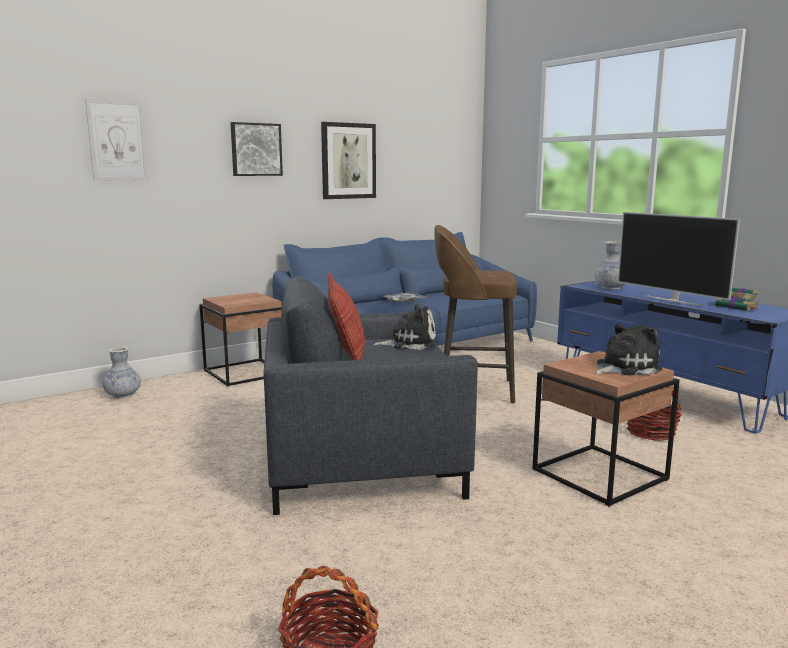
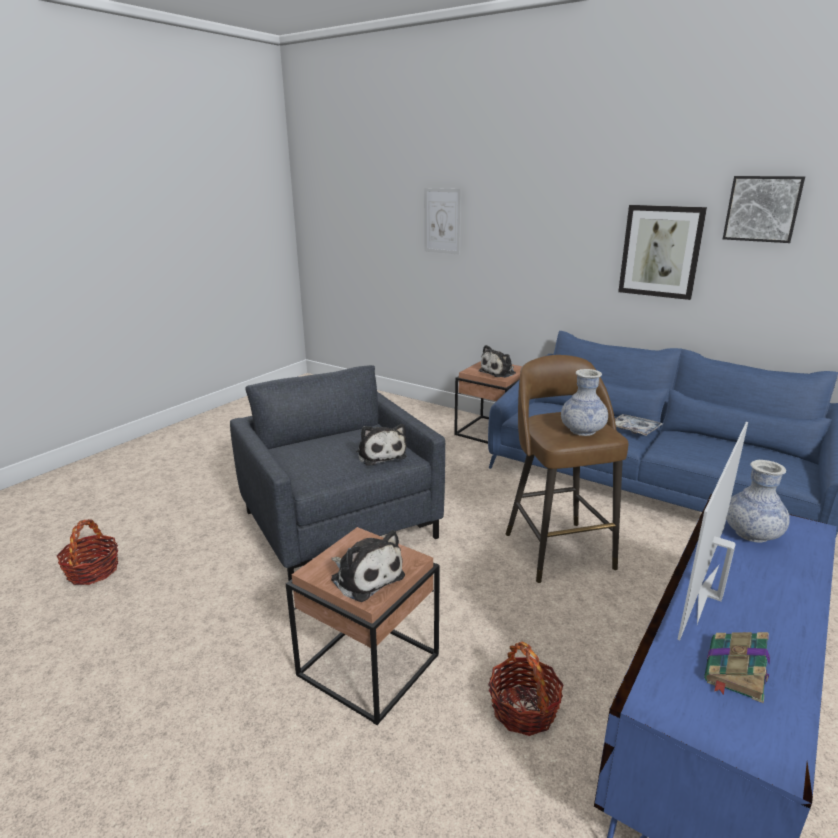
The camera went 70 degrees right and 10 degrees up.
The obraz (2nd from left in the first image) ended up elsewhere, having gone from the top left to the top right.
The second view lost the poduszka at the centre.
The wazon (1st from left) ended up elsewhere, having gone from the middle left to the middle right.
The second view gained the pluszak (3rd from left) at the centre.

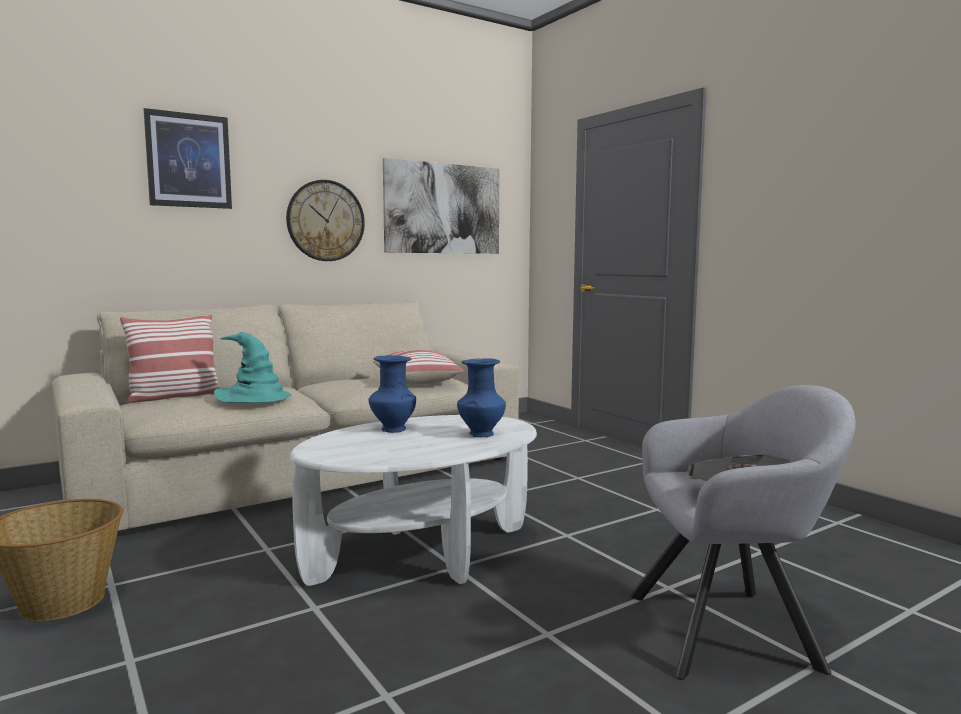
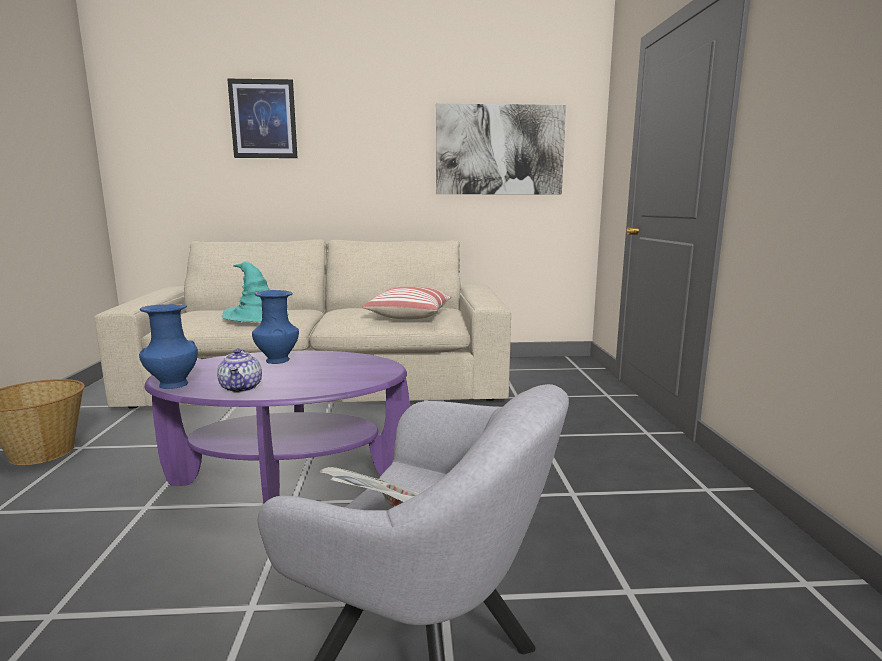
The camera went 30 degrees right and 5 degrees up.
The second view lost the zegar ścienny at the top centre.
The second view lost the poduszka (1st from left) at the middle left.
The wazon [niebieski] (2nd from left in the first image) ended up elsewhere, having gone from the centre to the middle left.
What was the ława [biały] at the bottom centre turned into the ława [fioletowy] at the middle left.
The second view gained the imbryk at the middle left.

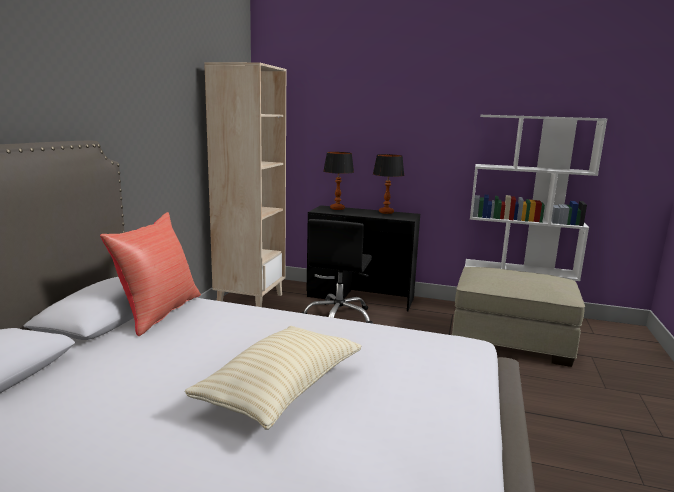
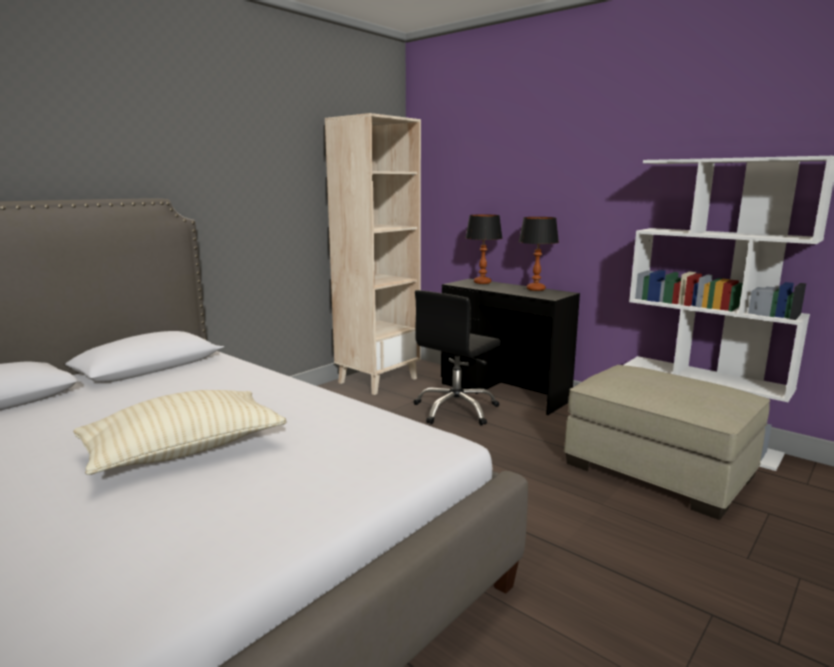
The camera went 25 degrees right and 0 degrees up.
The second view lost the poduszka [czerwony] at the middle left.

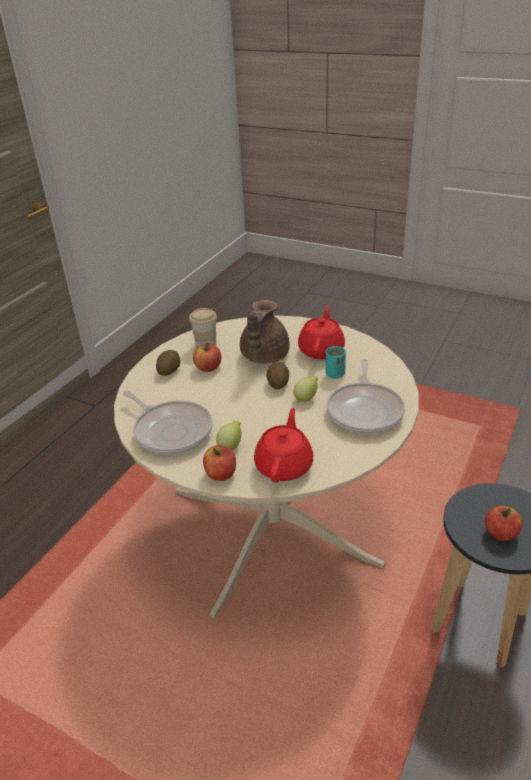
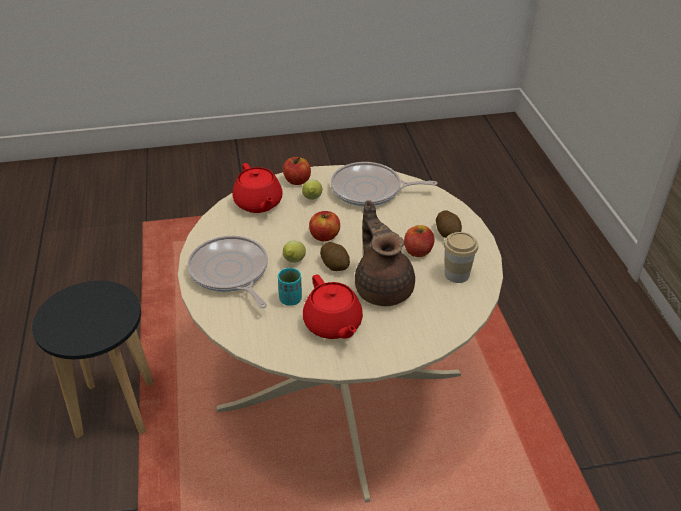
The camera went 140 degrees right and 5 degrees up.
The jabłko (3rd from left in the first image) ended up elsewhere, having gone from the bottom right to the centre.

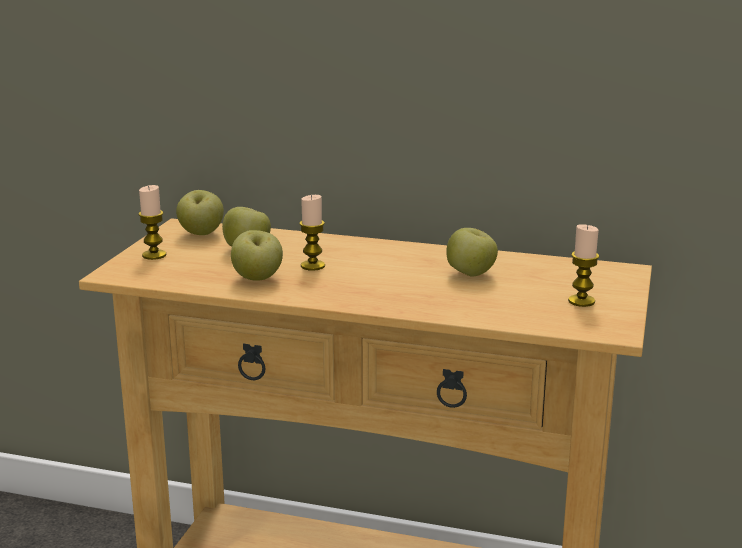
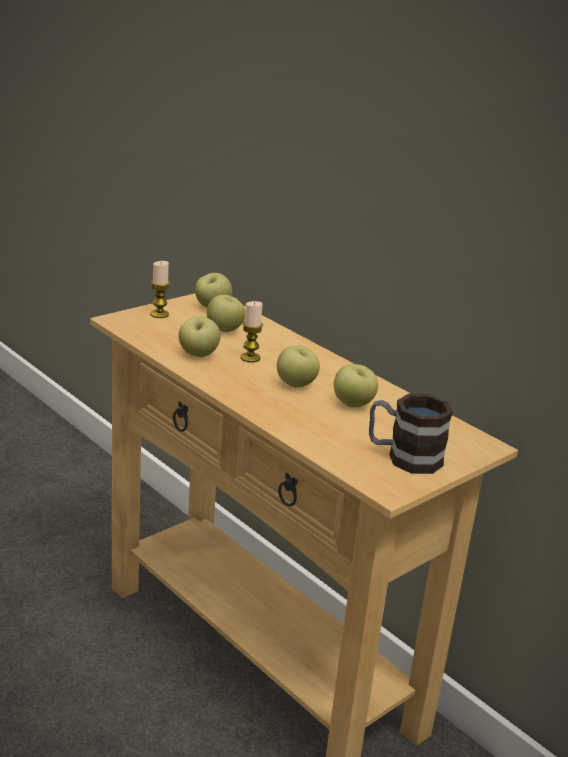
The camera went 30 degrees right and 5 degrees up.
Where the świeca (3rd from left) stood at the middle right, the kubek came to stand at the middle right.
The second view gained the jabłko (4th from left) at the centre.

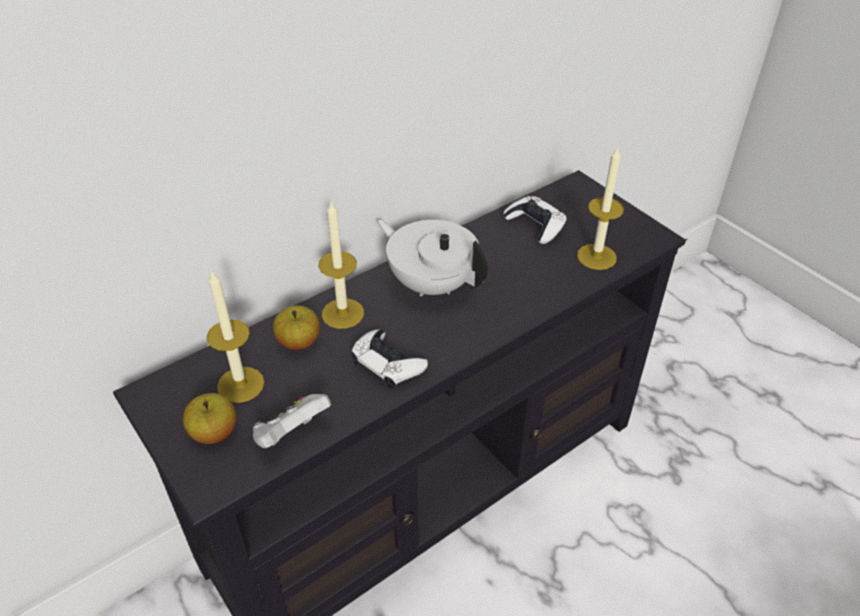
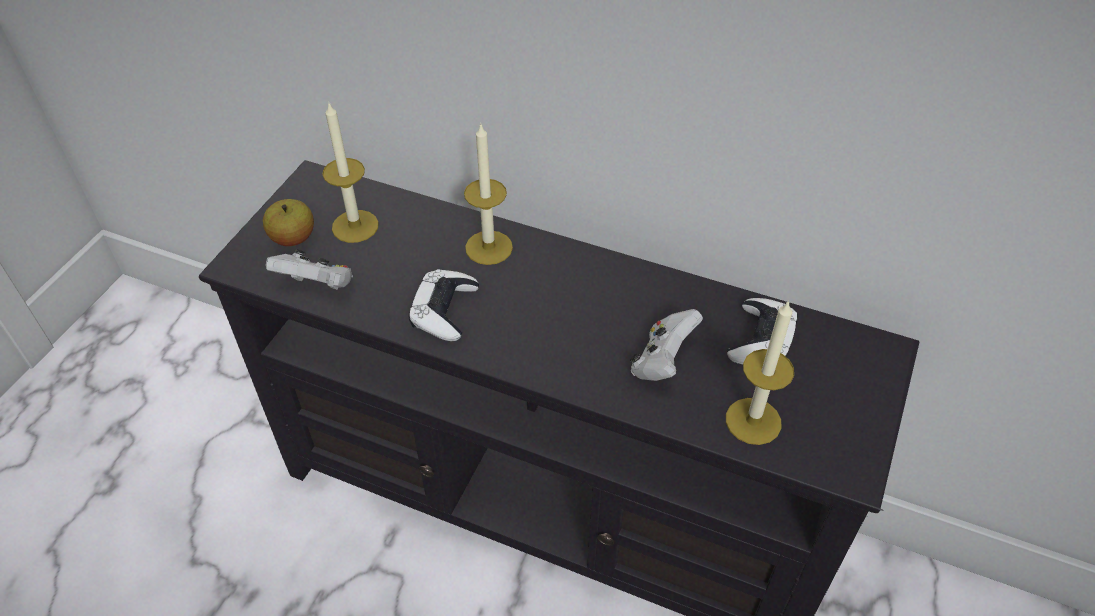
The camera went 60 degrees right and 5 degrees up.
The second view lost the imbryk [biały] at the centre.
The second view lost the jabłko (2nd from left) at the centre.
The second view gained the pad do gier [biały] (3rd from left) at the centre.

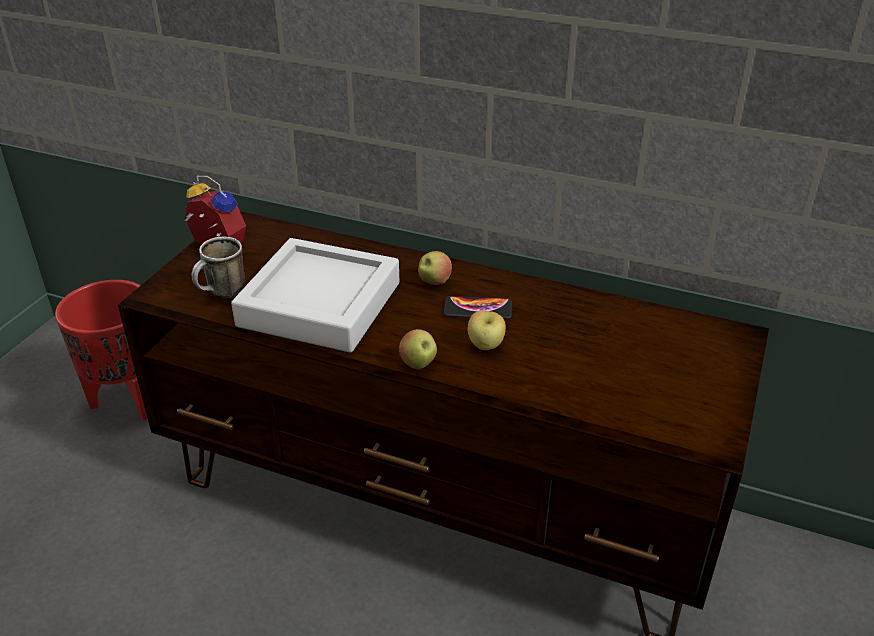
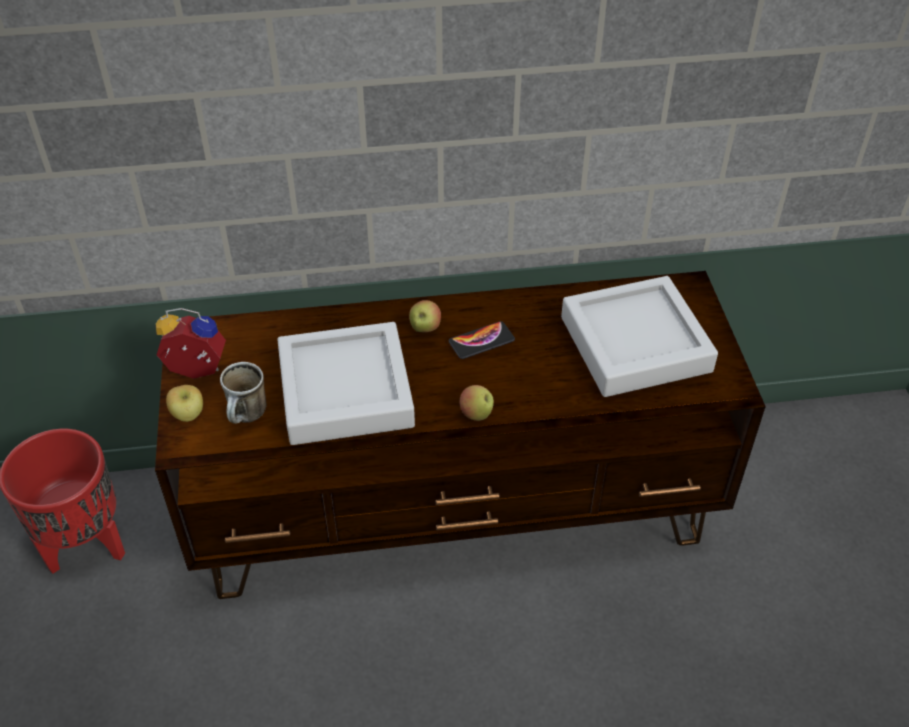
The camera went 30 degrees left and 10 degrees up.
The jabłko (3rd from left in the first image) ended up elsewhere, having gone from the centre to the middle left.
The second view gained the taca [szary] (2nd from left) at the middle right.

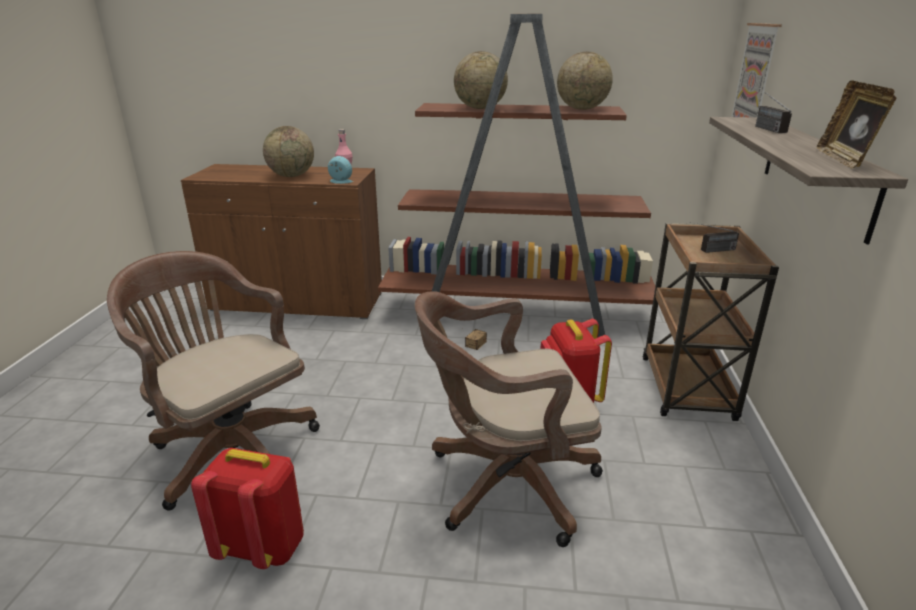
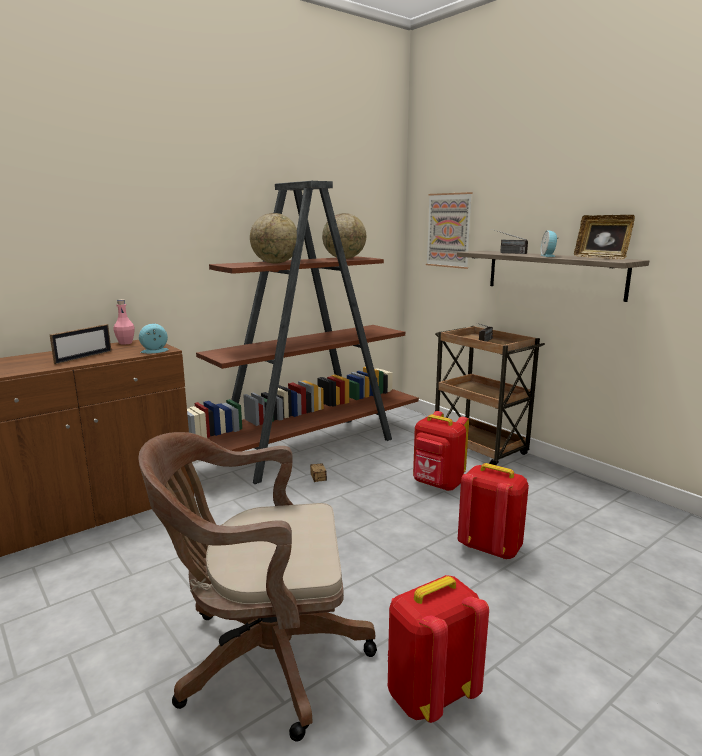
The camera went 45 degrees left and 10 degrees down.
Where the globus (1st from left) stood at the top left, the ramka na zdjęcie (1st from left) came to stand at the middle left.
Where the krzesło biurowe [brązowy] (2nd from left) stood at the bottom centre, the plecak [czerwony] (3rd from left) came to stand at the bottom right.
The second view gained the budzik (2nd from left) at the top right.

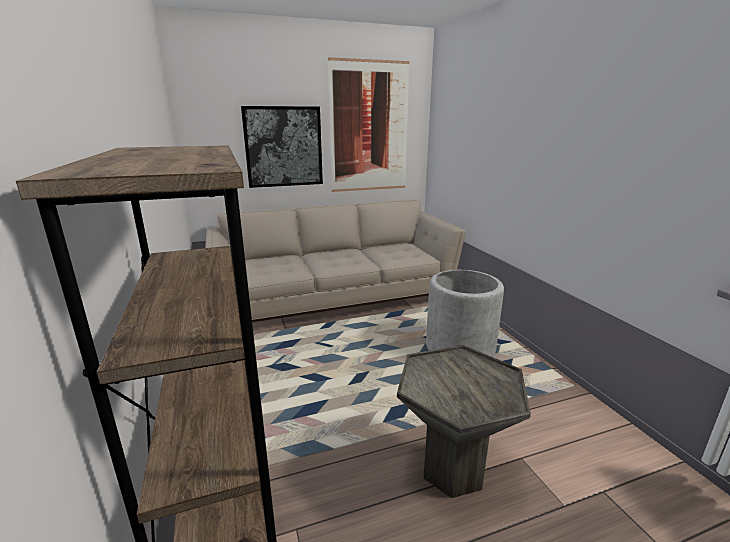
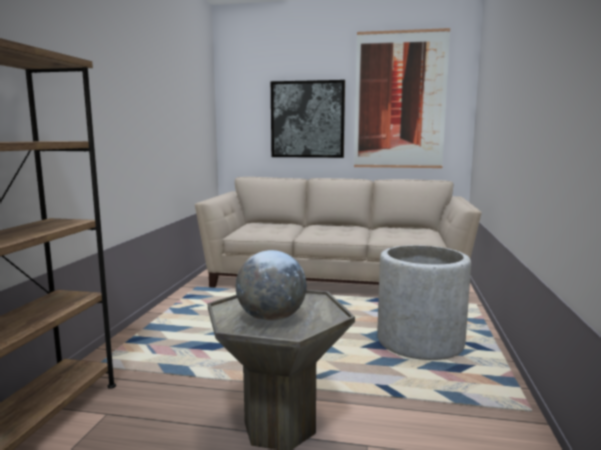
The camera went 30 degrees right and 10 degrees down.
The second view gained the globus at the centre.

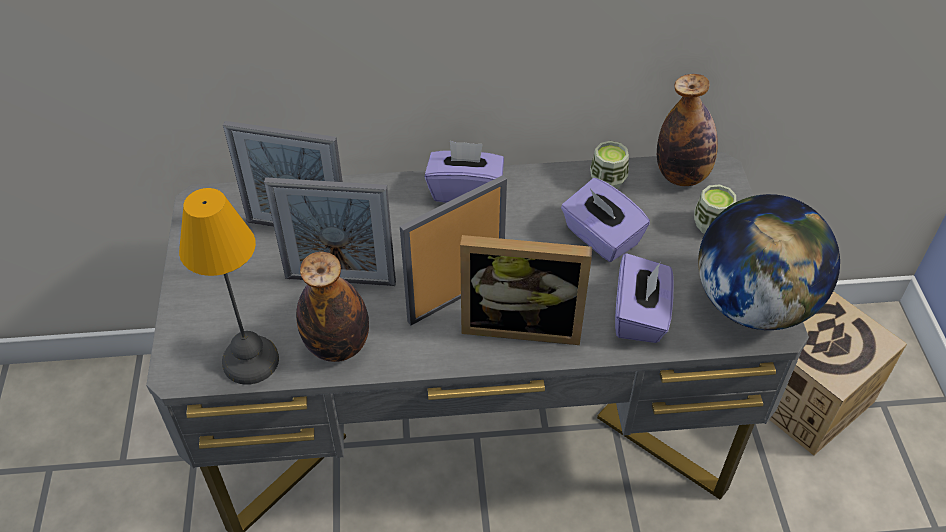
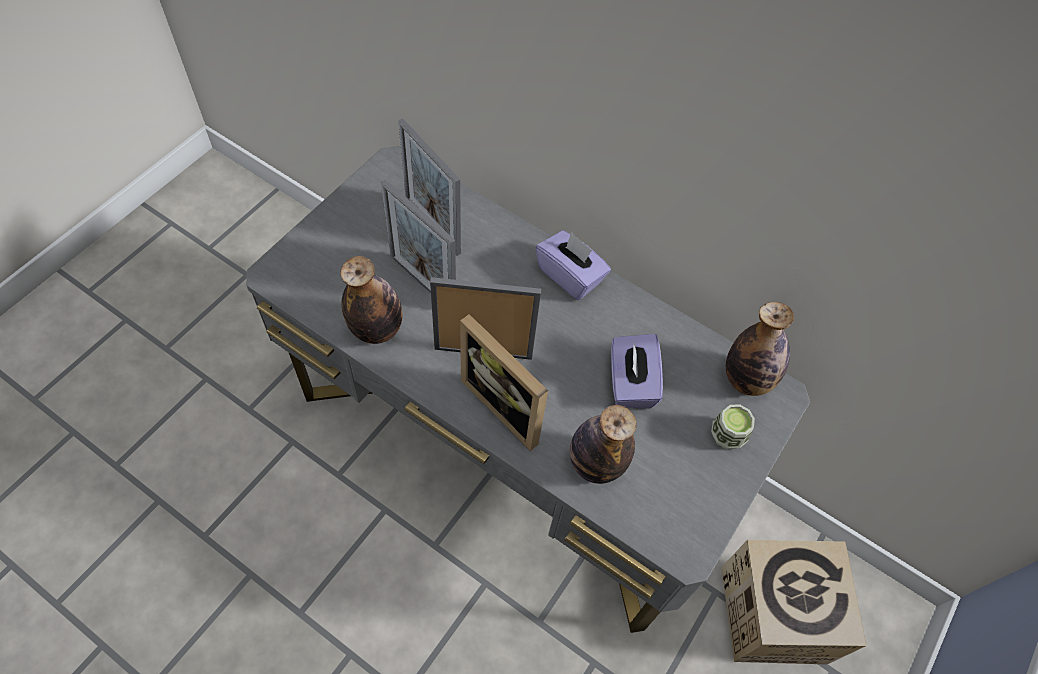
The camera went 35 degrees right and 10 degrees up.
The second view lost the filiżanka (1st from left) at the top centre.
The second view lost the lampa stołowa at the middle left.
The second view lost the globus at the middle right.
Where the pudełko chusteczek [fioletowy] (3rd from left) stood at the middle right, the butelka (2nd from left) came to stand at the centre.

